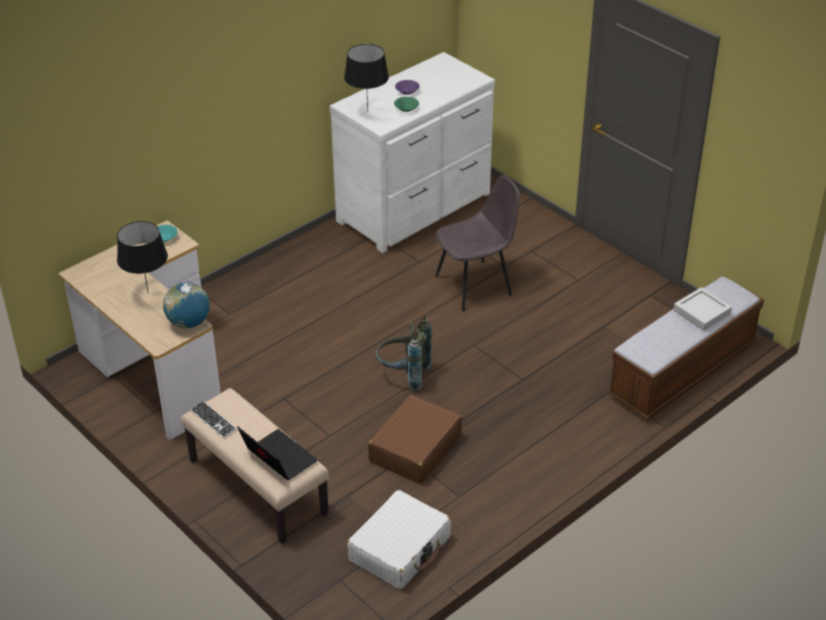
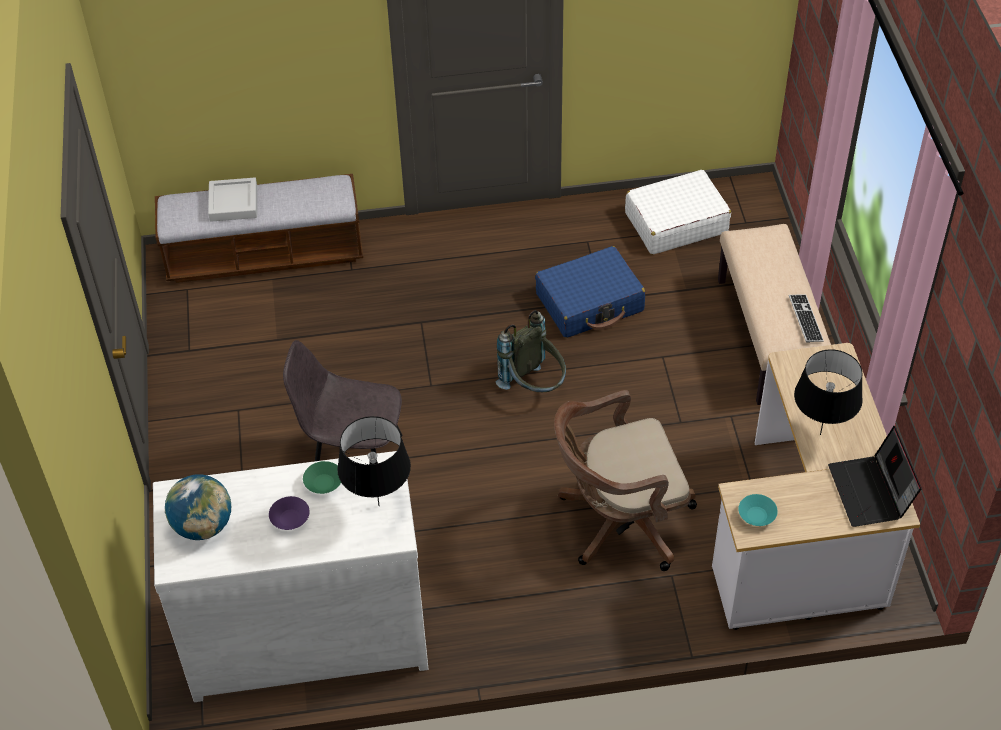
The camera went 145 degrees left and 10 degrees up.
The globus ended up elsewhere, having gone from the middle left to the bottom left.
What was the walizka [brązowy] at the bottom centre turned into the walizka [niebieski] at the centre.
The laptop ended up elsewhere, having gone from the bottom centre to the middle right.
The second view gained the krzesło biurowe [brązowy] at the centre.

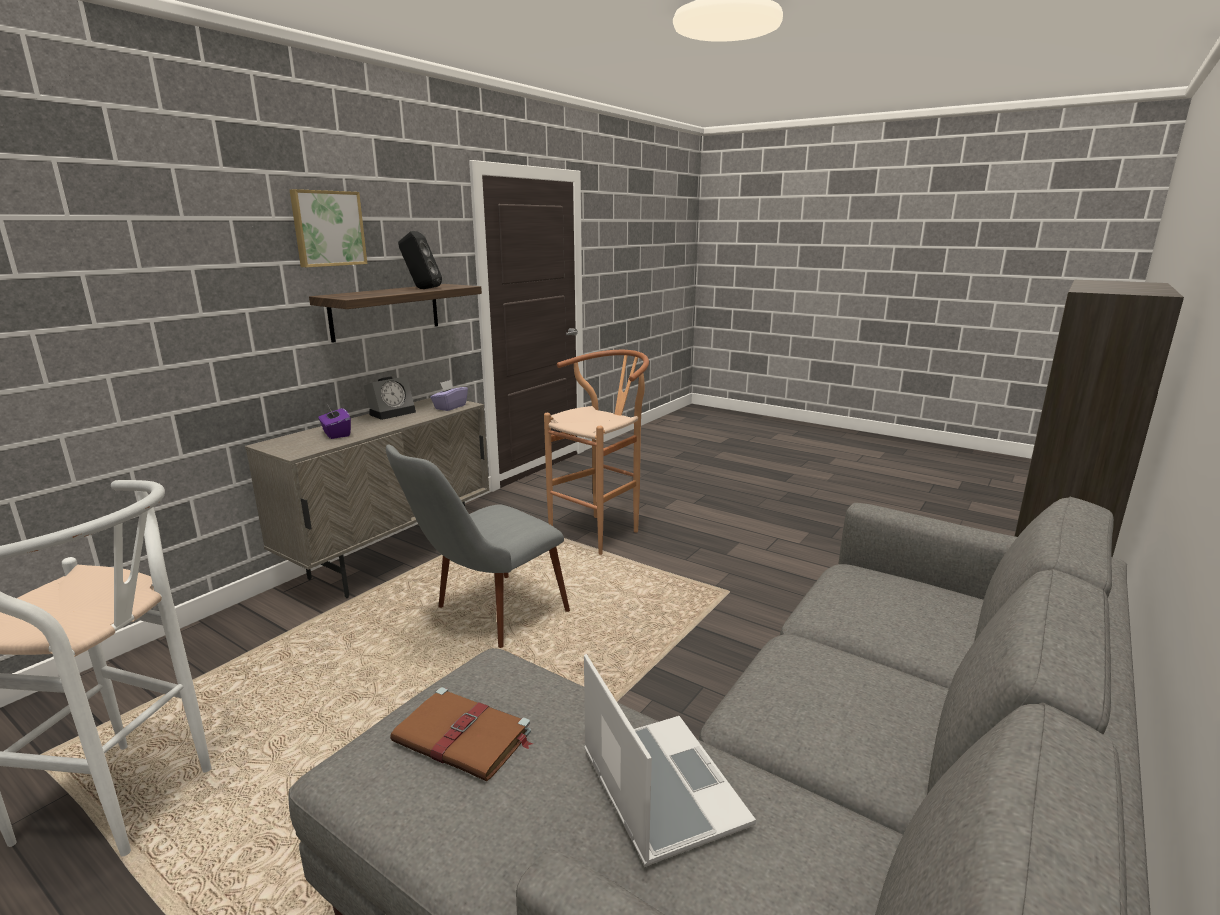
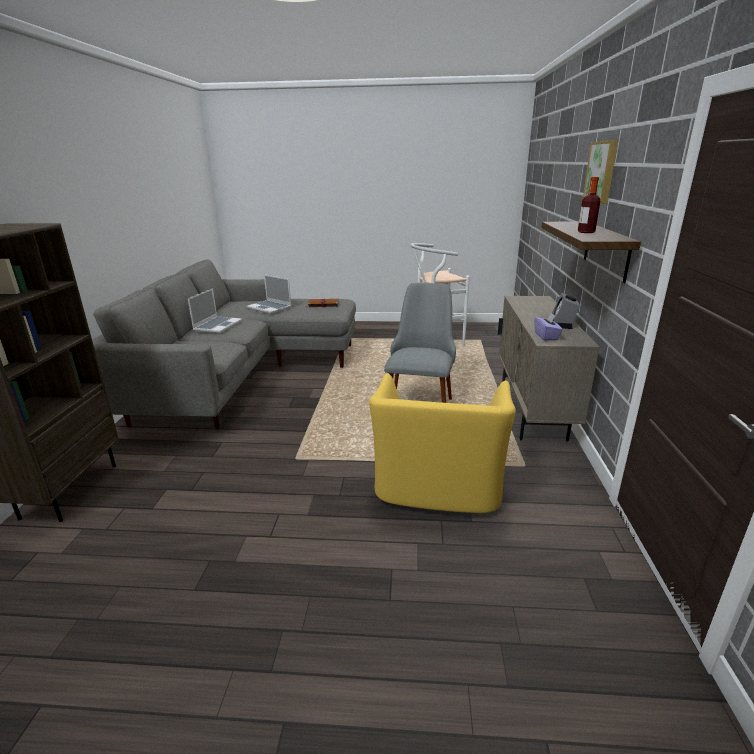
The camera went 150 degrees right and 5 degrees up.
Where the głośnik [czarny] stood at the top centre, the butelka came to stand at the top right.
Where the stołek [brązowy] stood at the centre, the fotel [żółty] came to stand at the centre.
The second view lost the pudełko chusteczek [fioletowy] (1st from left) at the middle left.
The second view gained the laptop (1st from left) at the middle left.

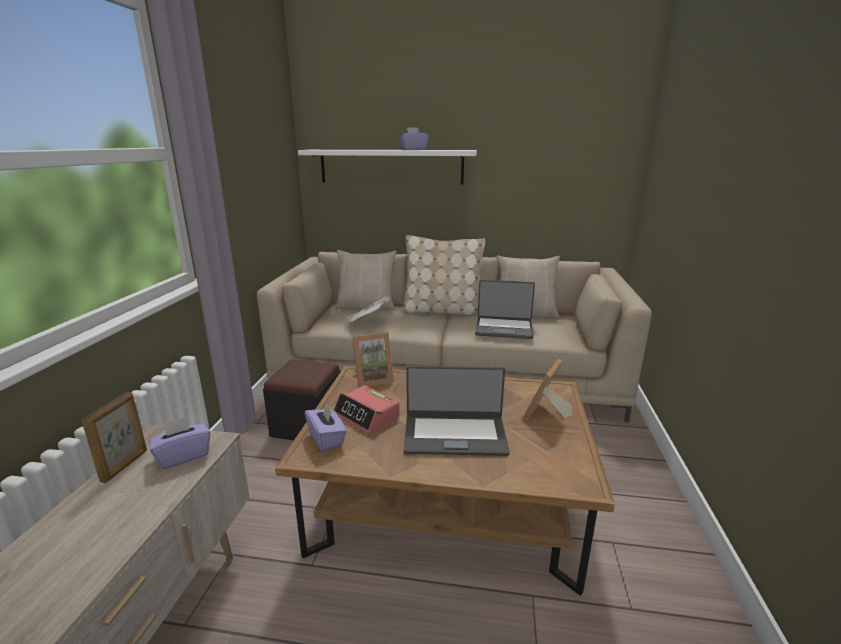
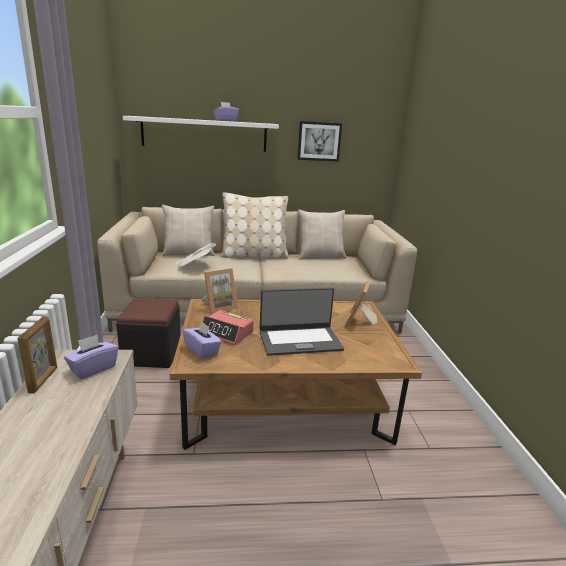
The camera went 15 degrees left and 0 degrees up.
The second view lost the laptop (2nd from left) at the centre.
The second view gained the obraz at the top centre.

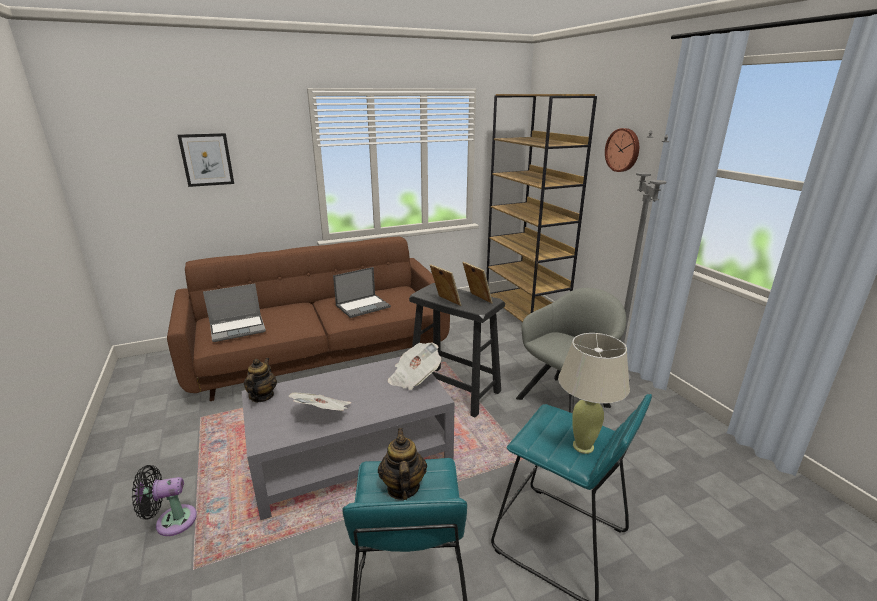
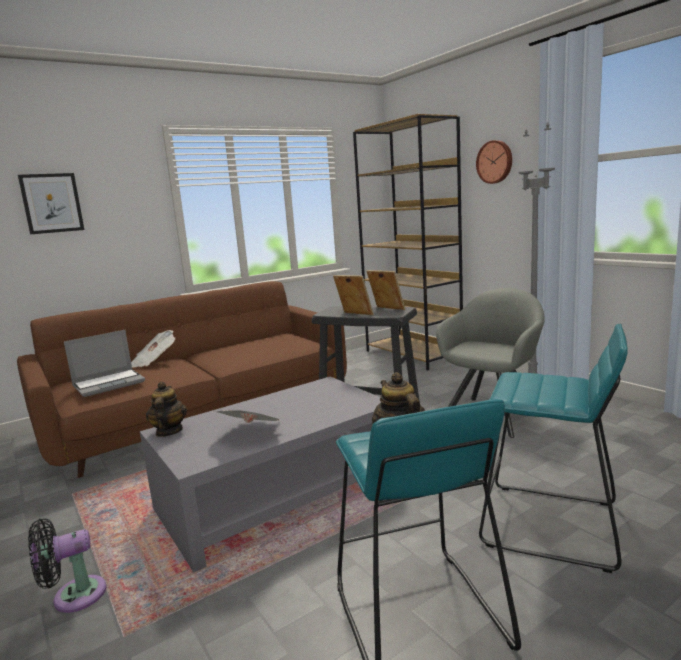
The camera went 10 degrees left and 10 degrees down.
The second view lost the laptop (2nd from left) at the centre.
The second view lost the lampa stołowa [beżowy] at the middle right.
The gazeta (2nd from left in the first image) ended up elsewhere, having gone from the centre to the middle left.

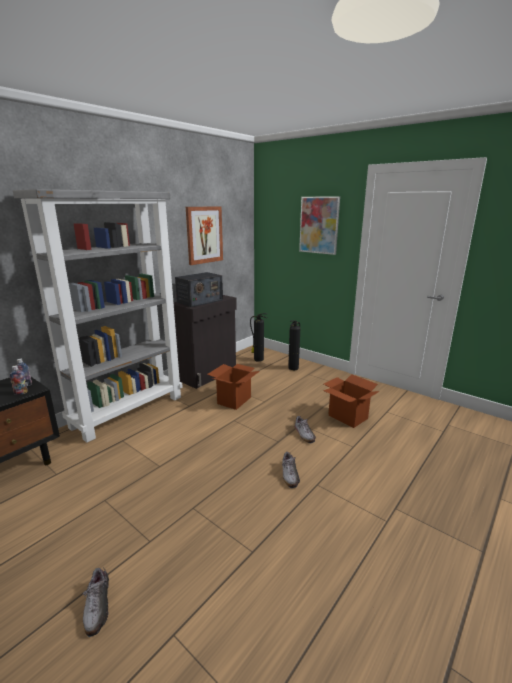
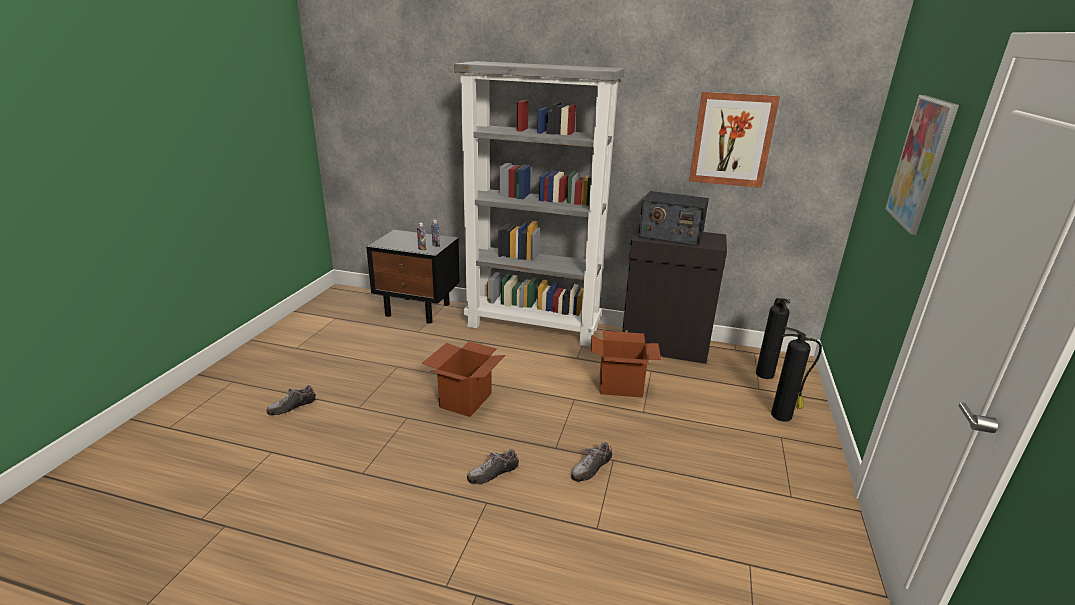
The camera went 65 degrees right and 5 degrees up.
The karton (2nd from left in the first image) ended up elsewhere, having gone from the middle right to the centre.

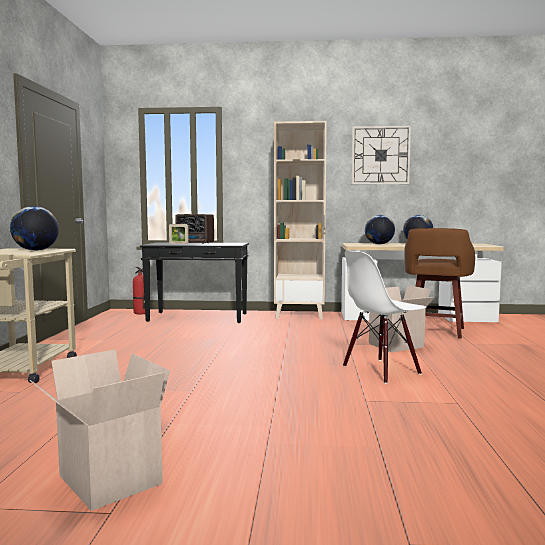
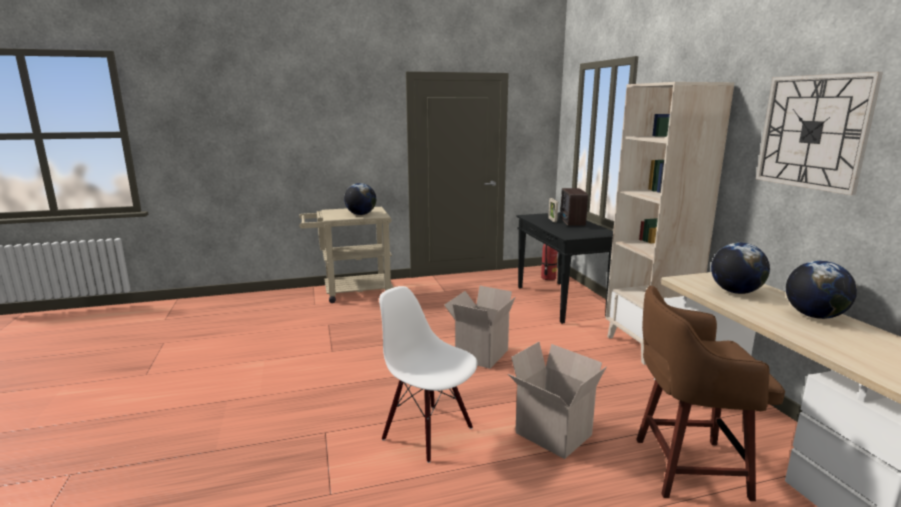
The camera went 70 degrees right and 10 degrees up.
The karton (1st from left) ended up elsewhere, having gone from the bottom left to the centre.

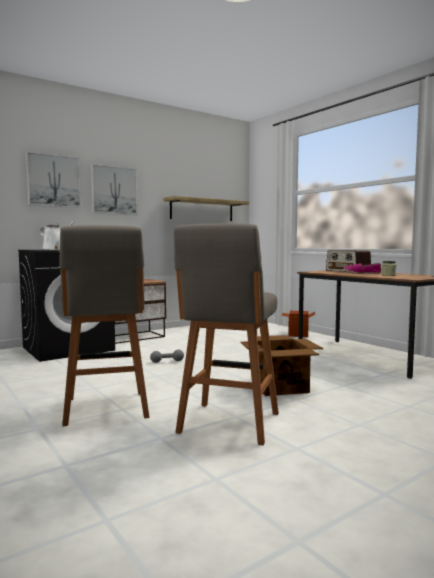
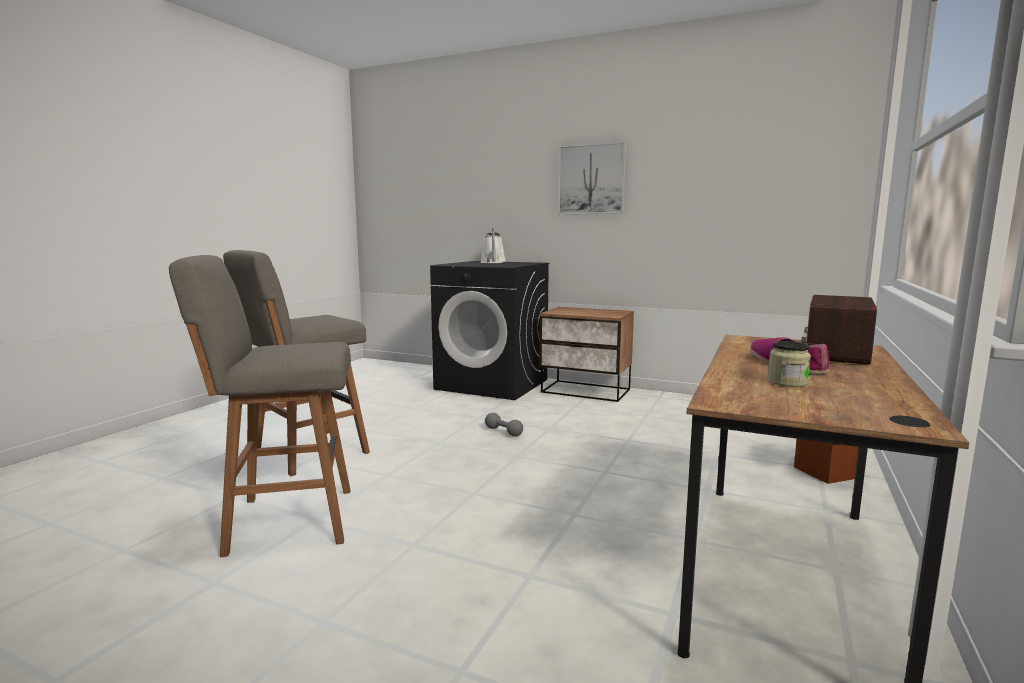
The camera went 60 degrees right and 5 degrees up.
The second view lost the obraz (1st from left) at the top left.
The second view lost the półka at the centre.
The second view lost the karton (1st from left) at the centre.

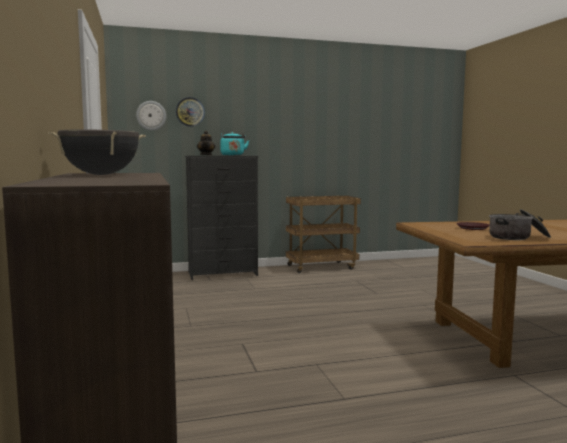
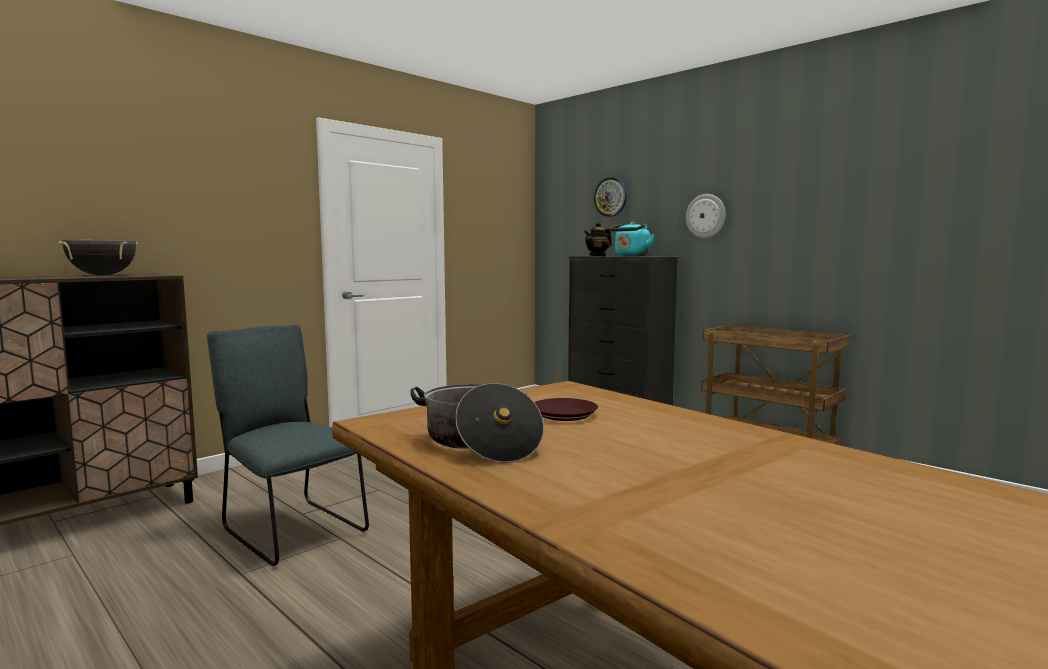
The camera went 60 degrees right and 0 degrees up.
The zegar ścienny (1st from left in the first image) ended up elsewhere, having gone from the top left to the top right.
The second view gained the krzesło [szary] at the middle left.

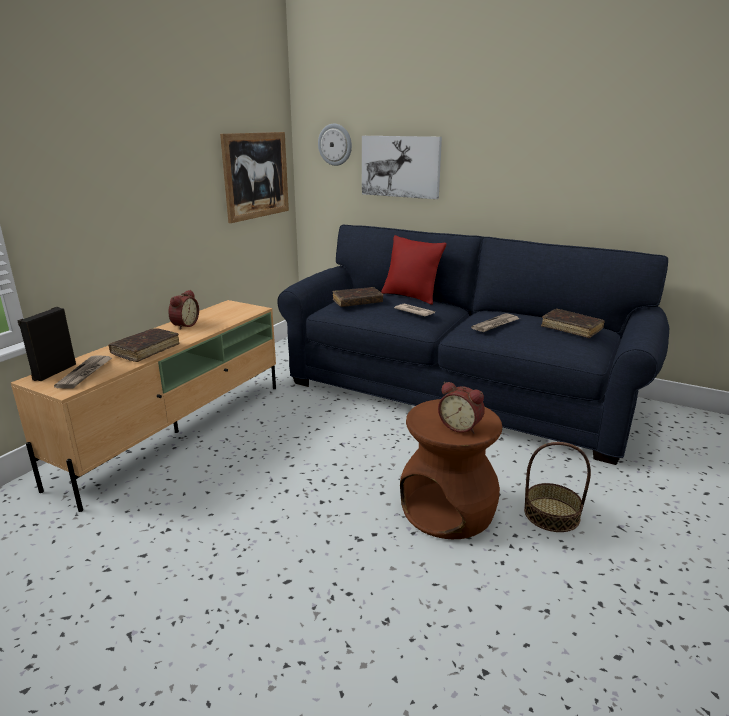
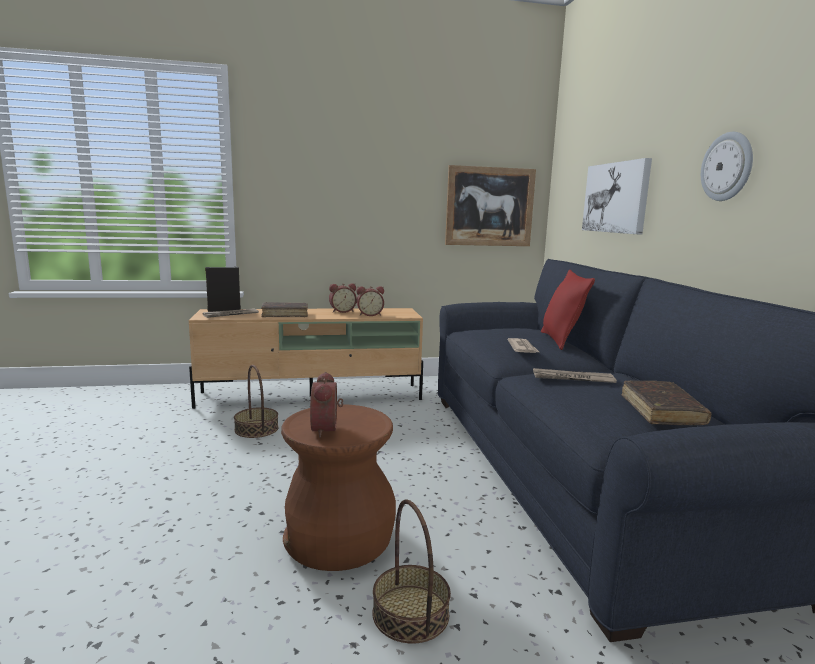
The camera went 50 degrees right and 10 degrees down.
The zegar ścienny ended up elsewhere, having gone from the top centre to the top right.
The second view lost the książka [brązowy] (2nd from left) at the centre.
The second view gained the budzik (3rd from left) at the centre.
The second view gained the koszyk (1st from left) at the middle left.

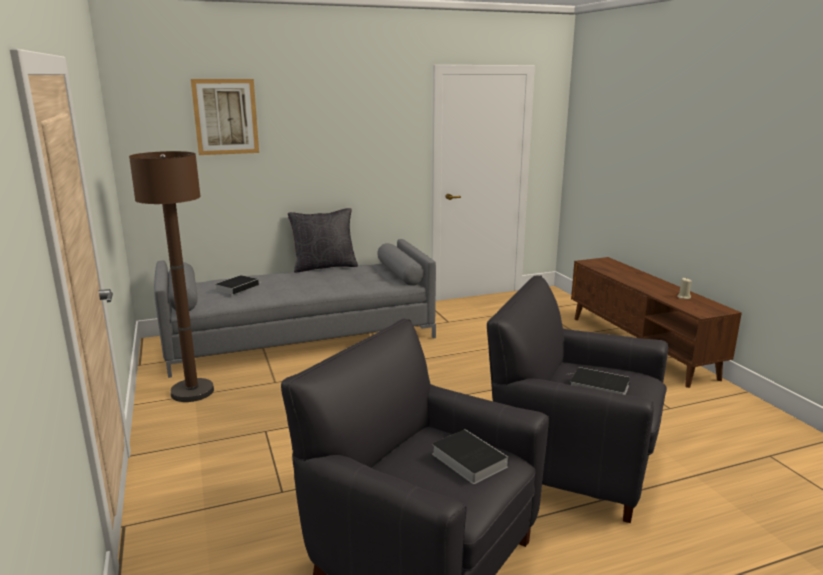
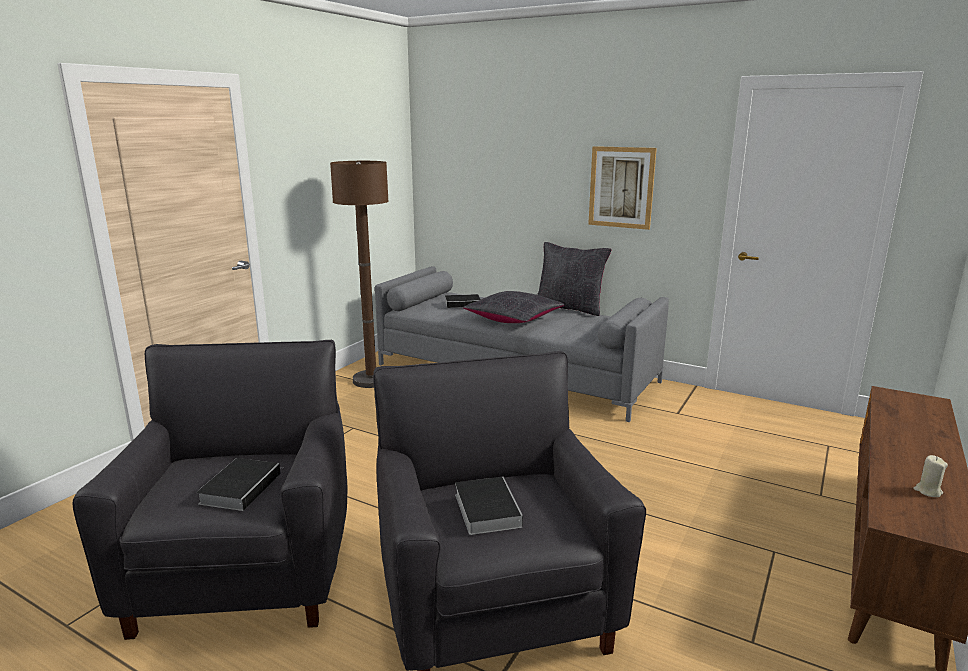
The camera went 50 degrees right and 0 degrees up.
The obraz ended up elsewhere, having gone from the top left to the top centre.
The second view gained the poduszka [czarny] (1st from left) at the centre.

